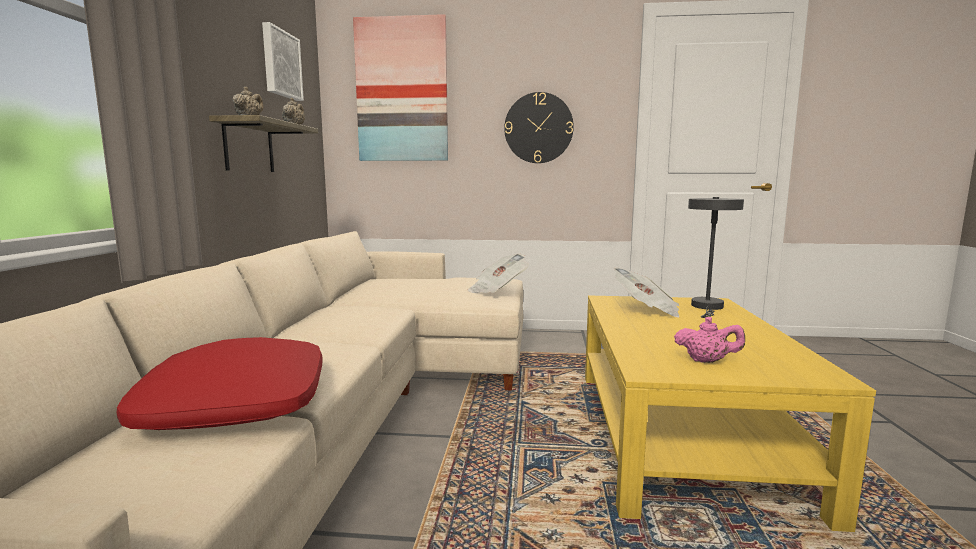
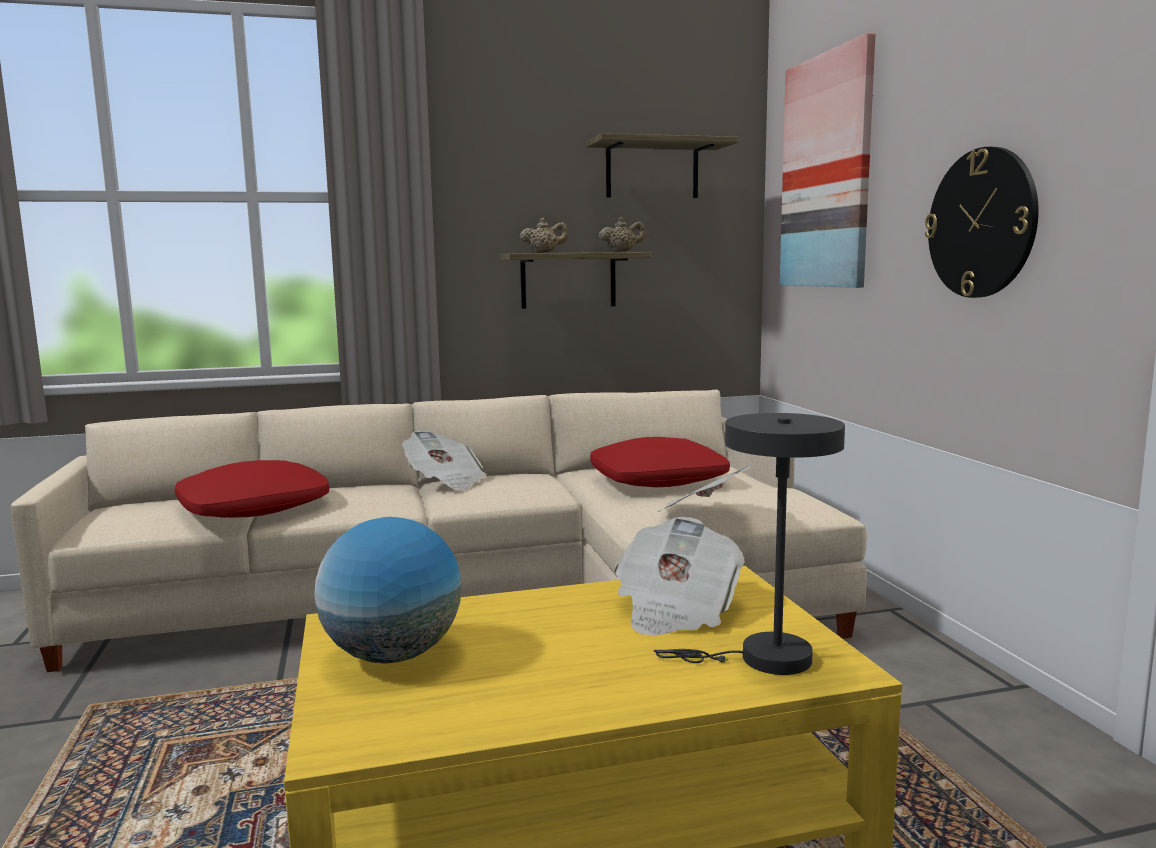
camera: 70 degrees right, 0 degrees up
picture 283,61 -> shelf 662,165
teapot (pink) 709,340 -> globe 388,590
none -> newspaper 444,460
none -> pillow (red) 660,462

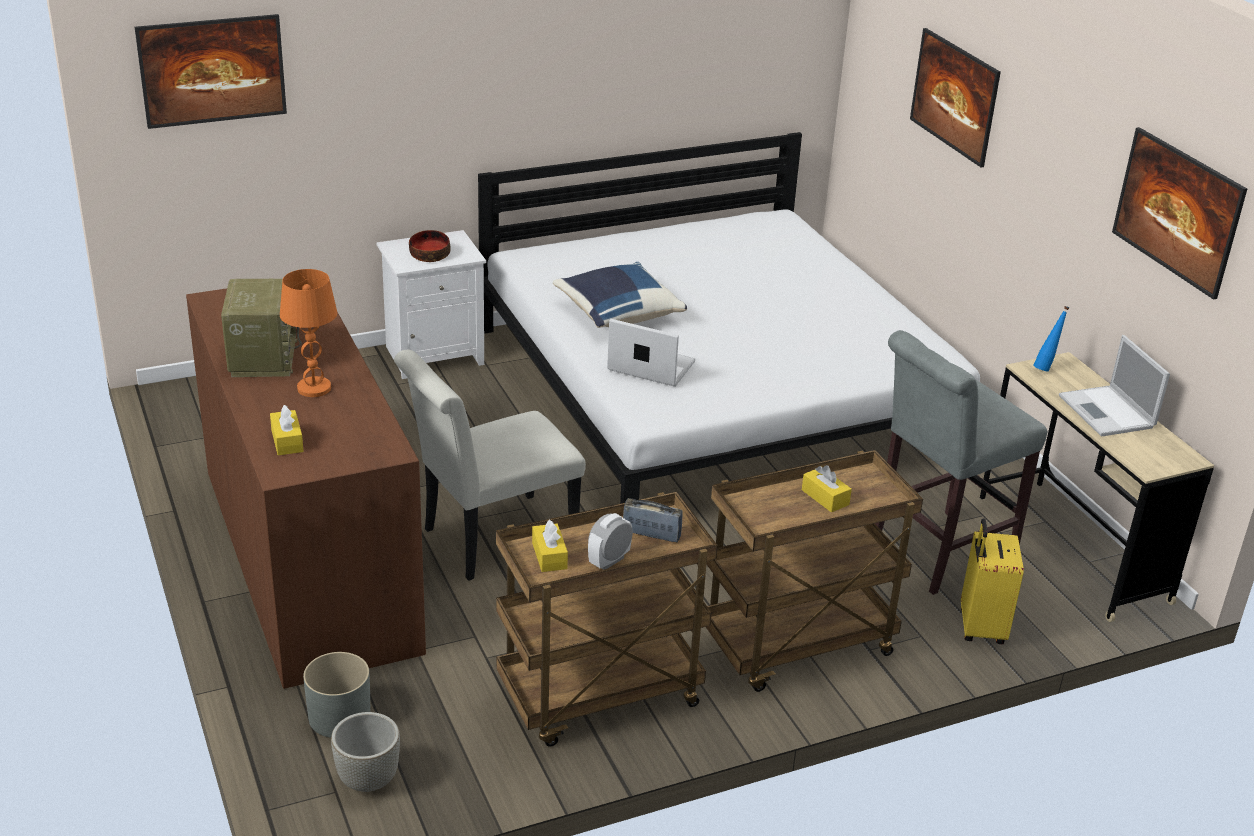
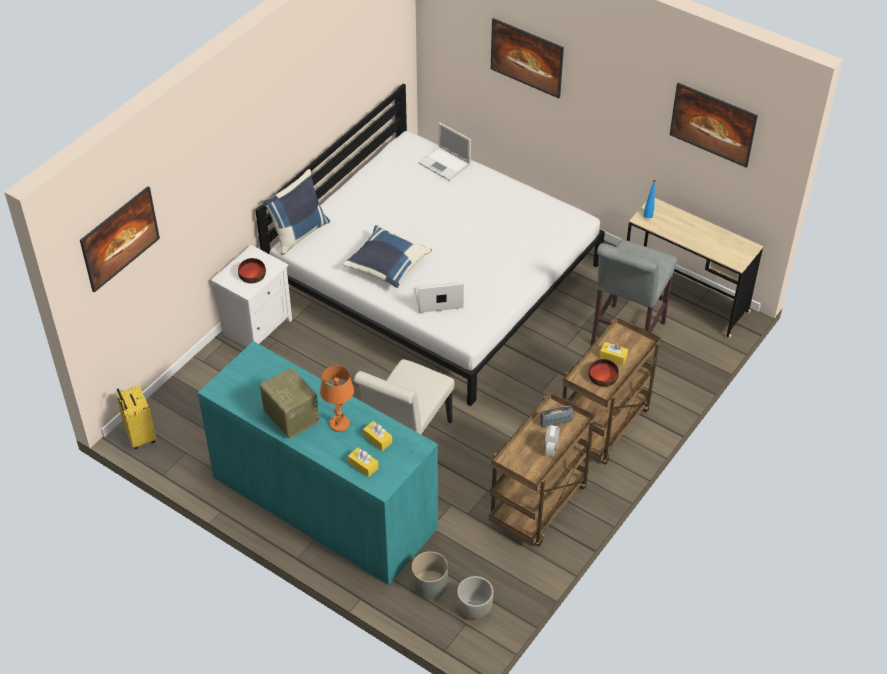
camera: 30 degrees left, 15 degrees up
dresser (brown) 306,488 -> dresser (turquoise) 318,463
laptop 1114,386 -> laptop 444,151, move
suitcase (yellow) 992,581 -> suitcase (yellow) 136,417, move
tissue box (yellow) 550,546 -> tissue box (yellow) 377,436, move
none -> pillow (blue) 296,212
none -> bowl 604,373

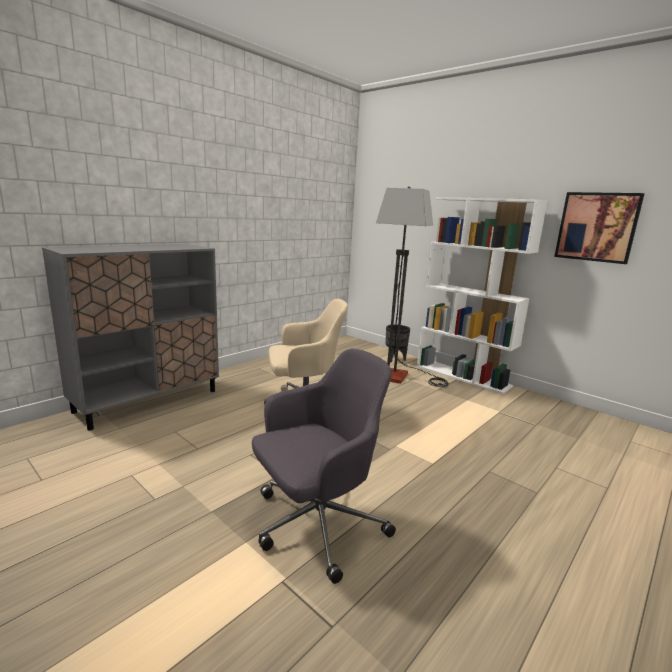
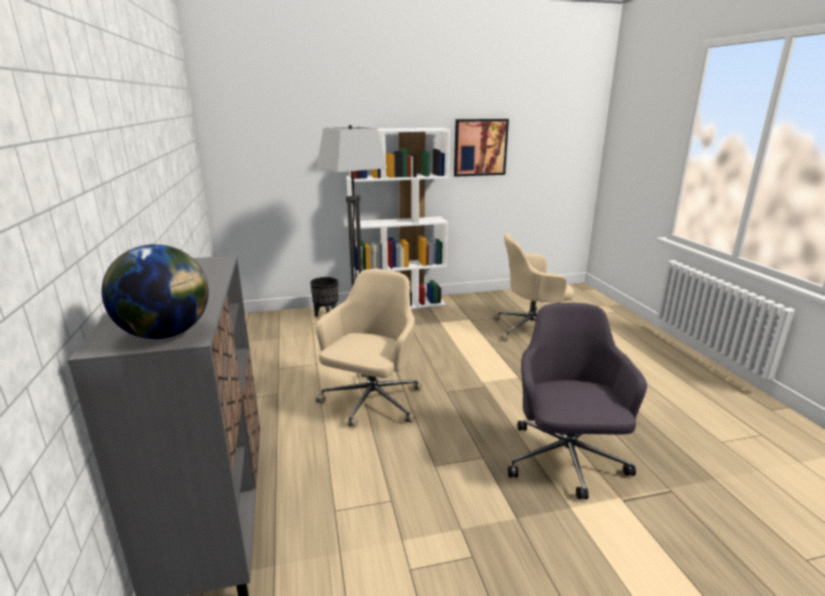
camera: 55 degrees left, 5 degrees up
none -> office chair (beige) 533,287
none -> globe 155,291

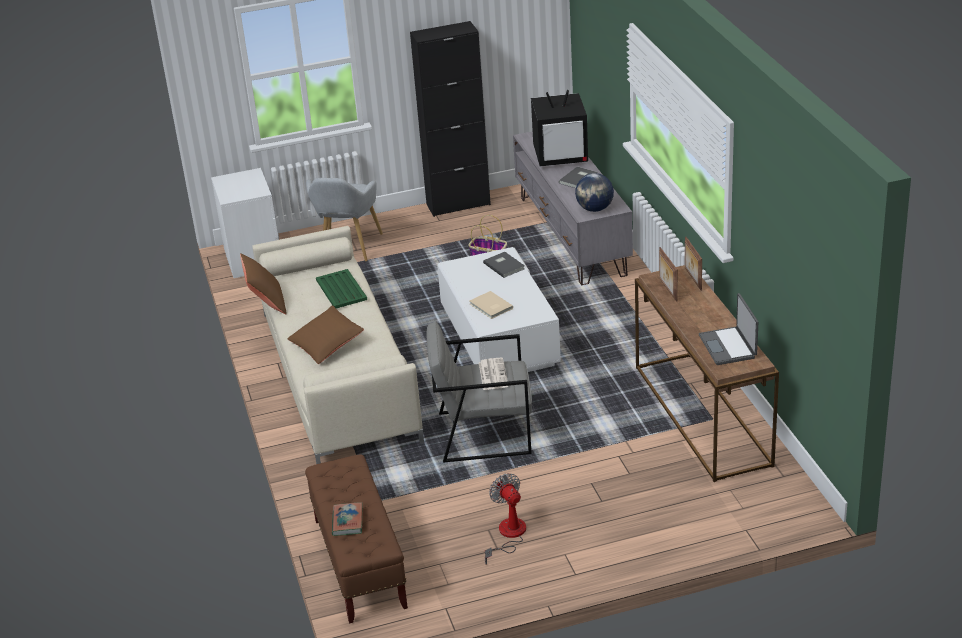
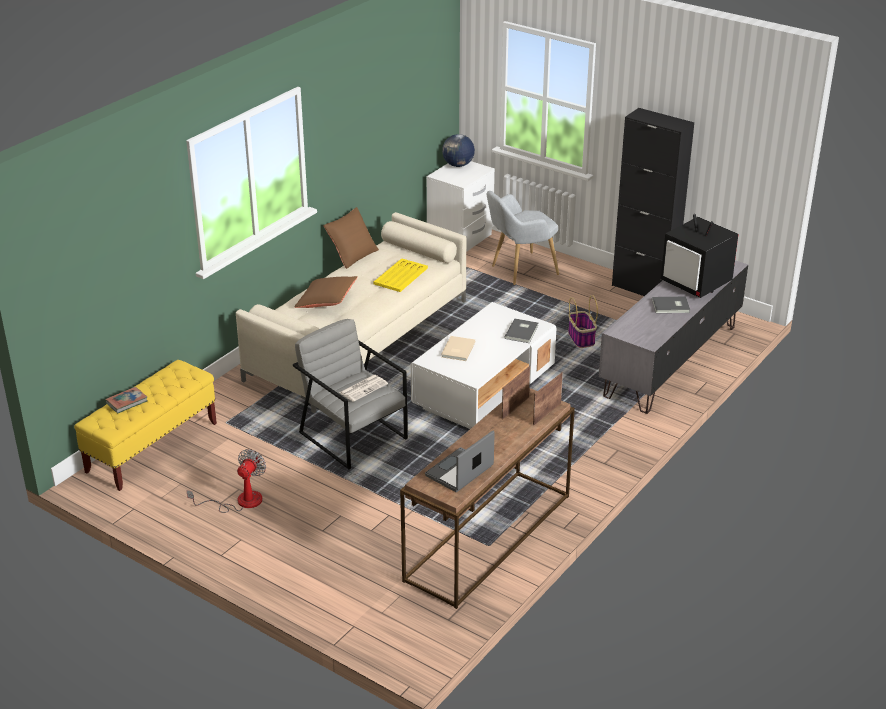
camera: 50 degrees right, 0 degrees up
globe 594,192 -> globe 458,150, move
tray (green) 341,288 -> tray (yellow) 401,275
bench (brown) 356,538 -> bench (yellow) 145,425

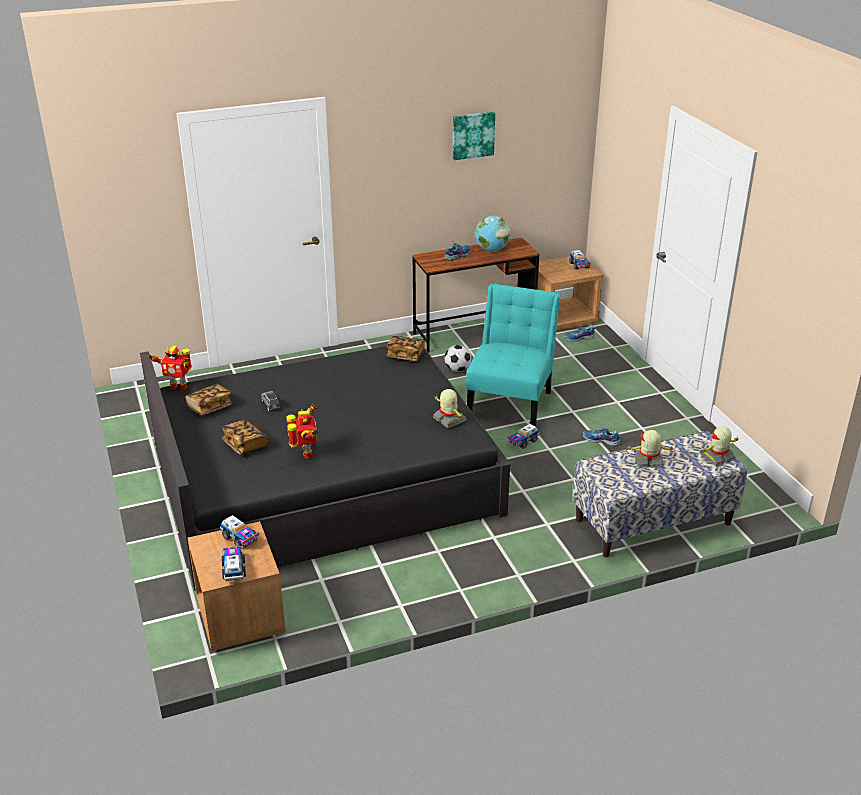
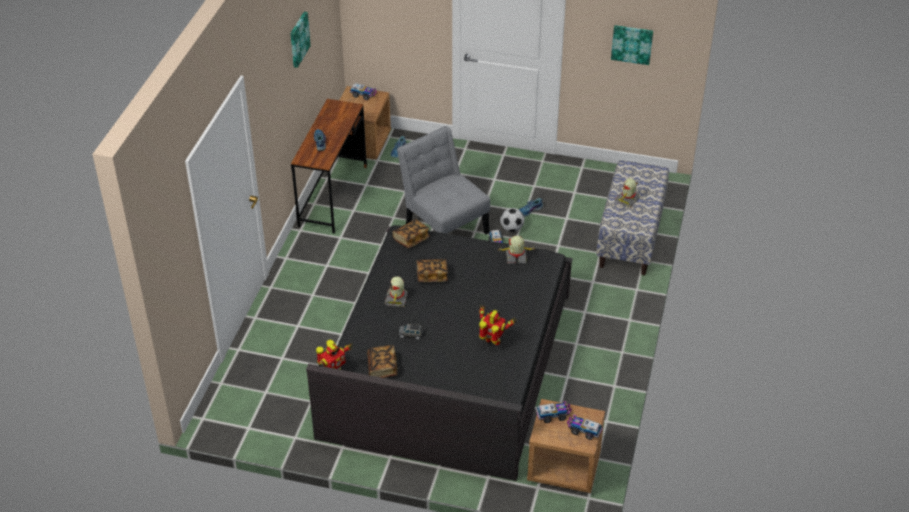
camera: 55 degrees left, 10 degrees up
globe 493,233 -> none
chair (turquoise) 513,355 -> chair (grey) 443,180
football 458,358 -> football 512,220, move
book 245,437 -> book 432,270, move
toy robot 720,446 -> toy robot 396,291, move
none -> picture 632,45

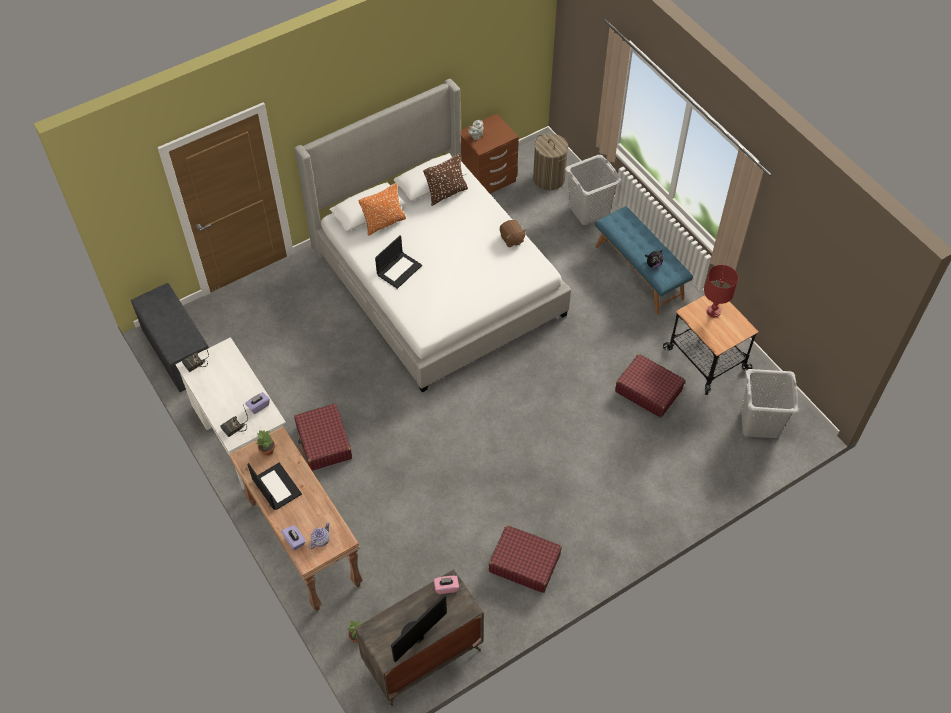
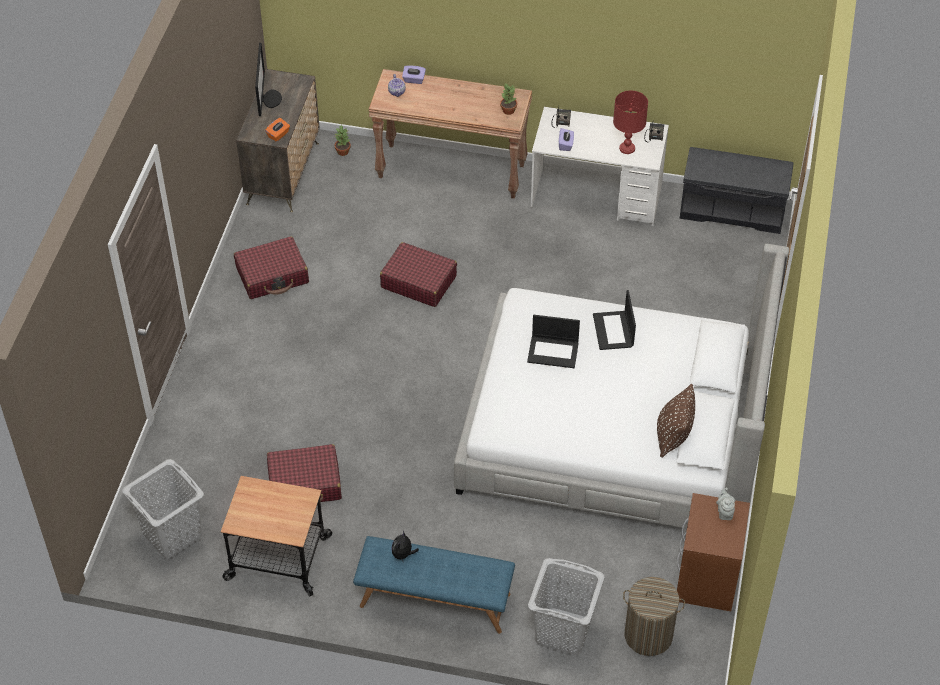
camera: 135 degrees right, 5 degrees down
pillow (orange) 382,209 -> none
plush toy (brown) 513,233 -> none
table lamp (red) 721,291 -> table lamp (red) 630,122, move
suitcase (red) 323,437 -> suitcase (red) 418,274, move
laptop 274,486 -> laptop 553,341, move
tissue box (pink) 446,585 -> tissue box (orange) 277,130

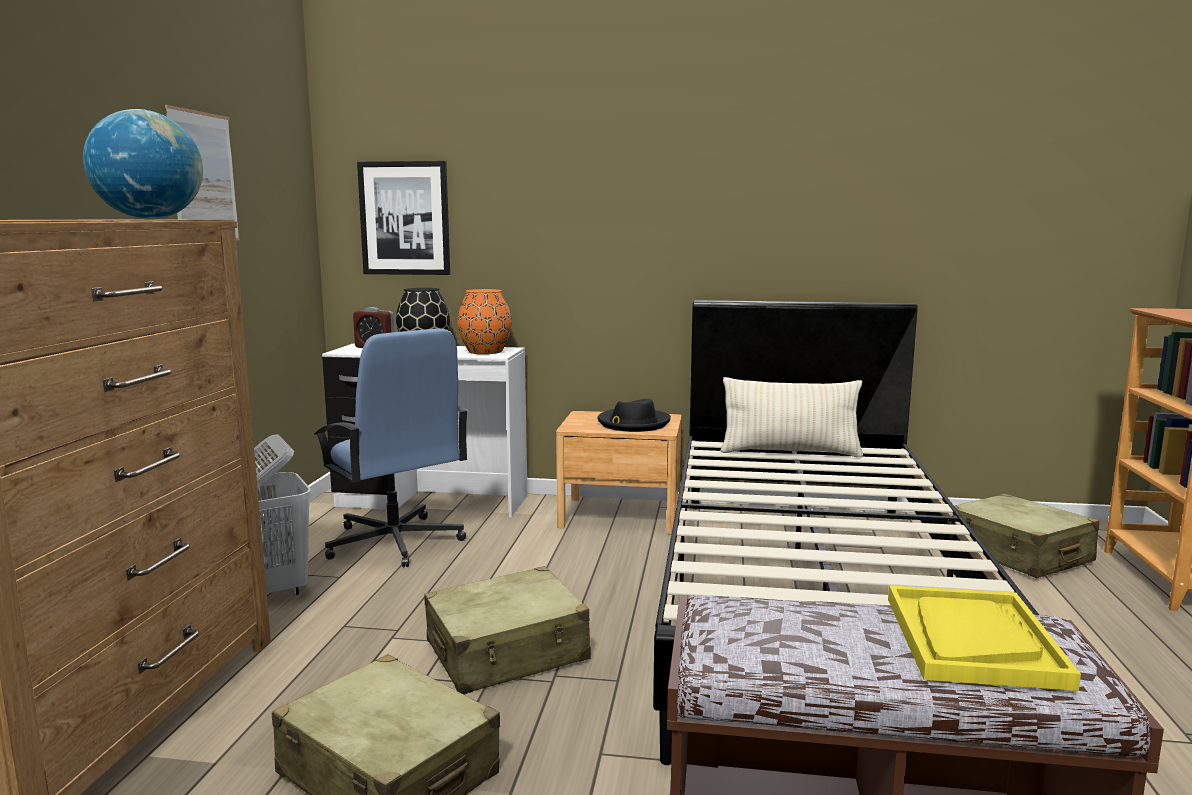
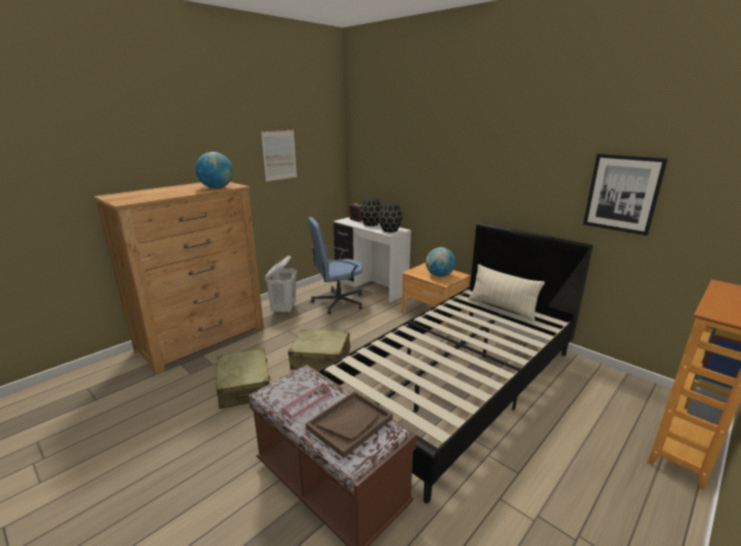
camera: 35 degrees right, 10 degrees up
picture 403,218 -> picture 625,195, move
vase (orange) 484,321 -> vase (black) 390,217
office chair (blue) 392,447 -> office chair (blue) 335,265, 75 degrees clockwise
hat (black) 634,415 -> globe 441,262
suitcase (beige) 1027,536 -> none
tray (yellow) 984,638 -> tray (brown) 349,424
none -> tray (pink) 306,402

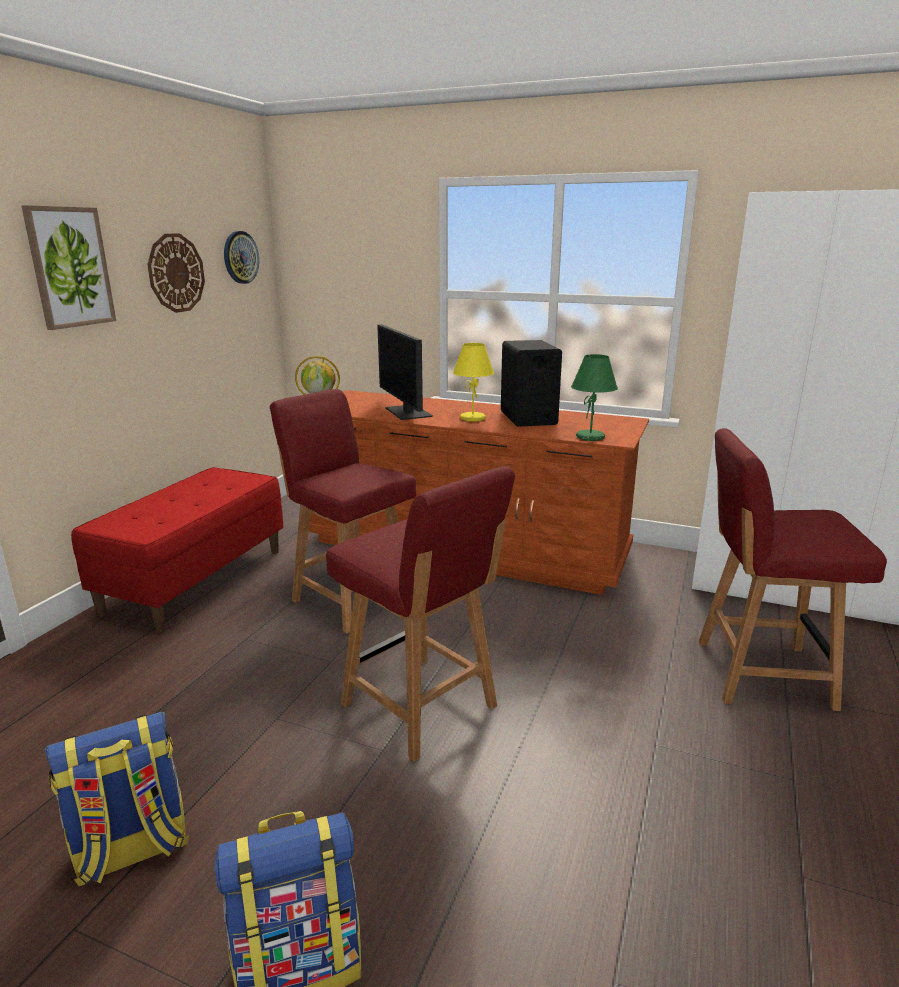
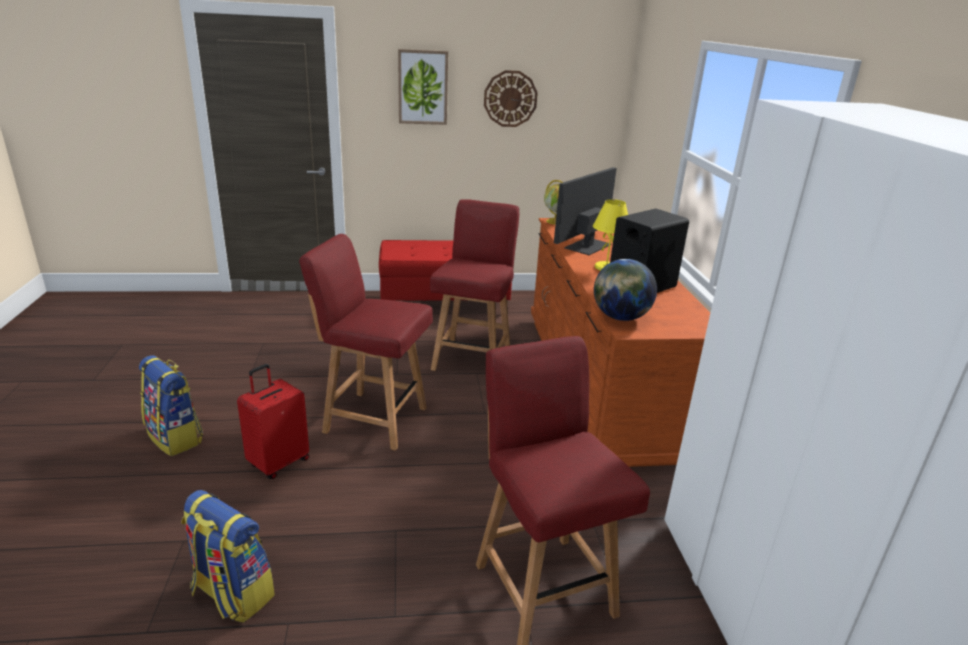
camera: 60 degrees right, 5 degrees up
wall clock 241,257 -> none
table lamp (green) 594,397 -> globe 625,290
chair (red) 420,614 -> chair (red) 366,342, 90 degrees clockwise
backpack 117,799 -> backpack 228,556, move
none -> suitcase (red) 273,421

